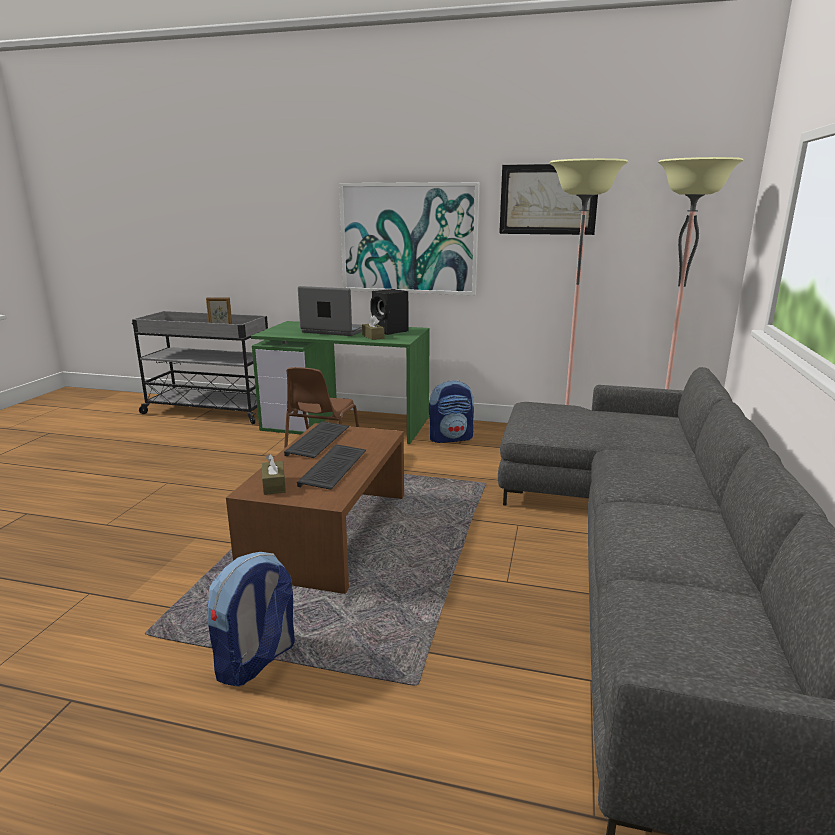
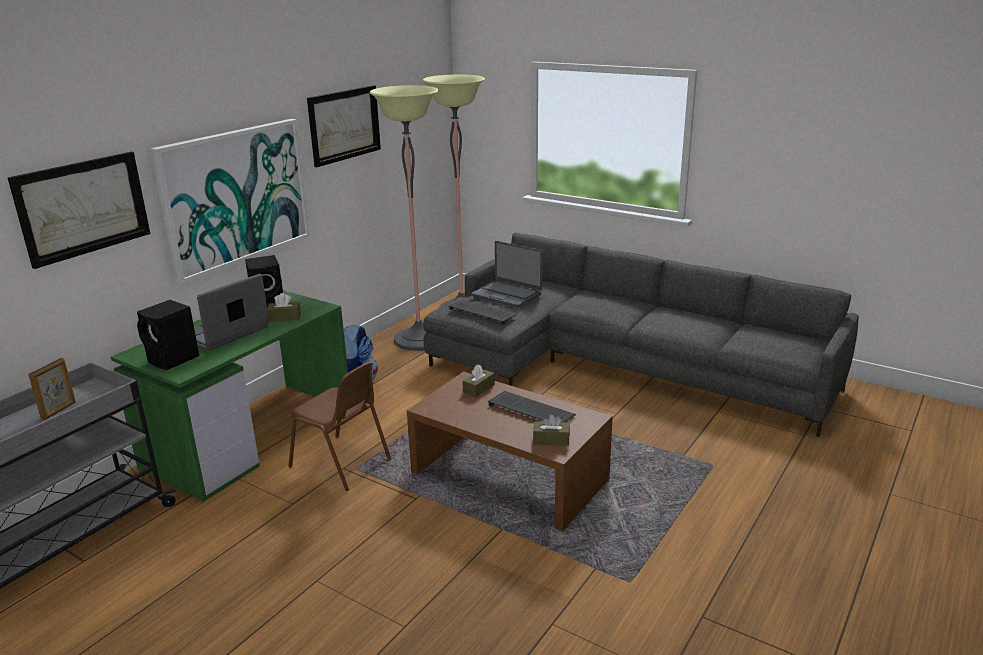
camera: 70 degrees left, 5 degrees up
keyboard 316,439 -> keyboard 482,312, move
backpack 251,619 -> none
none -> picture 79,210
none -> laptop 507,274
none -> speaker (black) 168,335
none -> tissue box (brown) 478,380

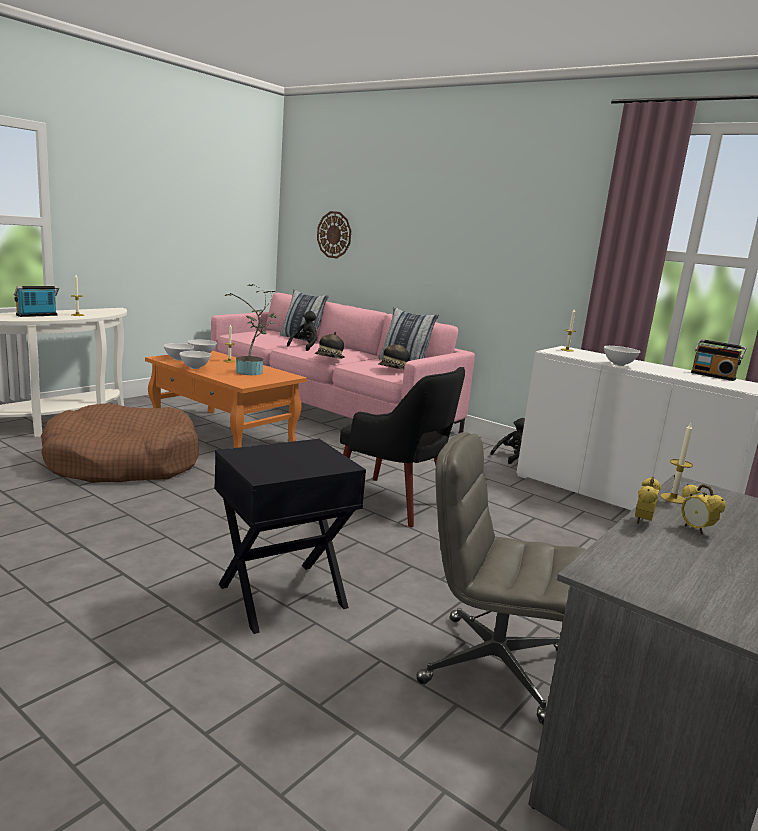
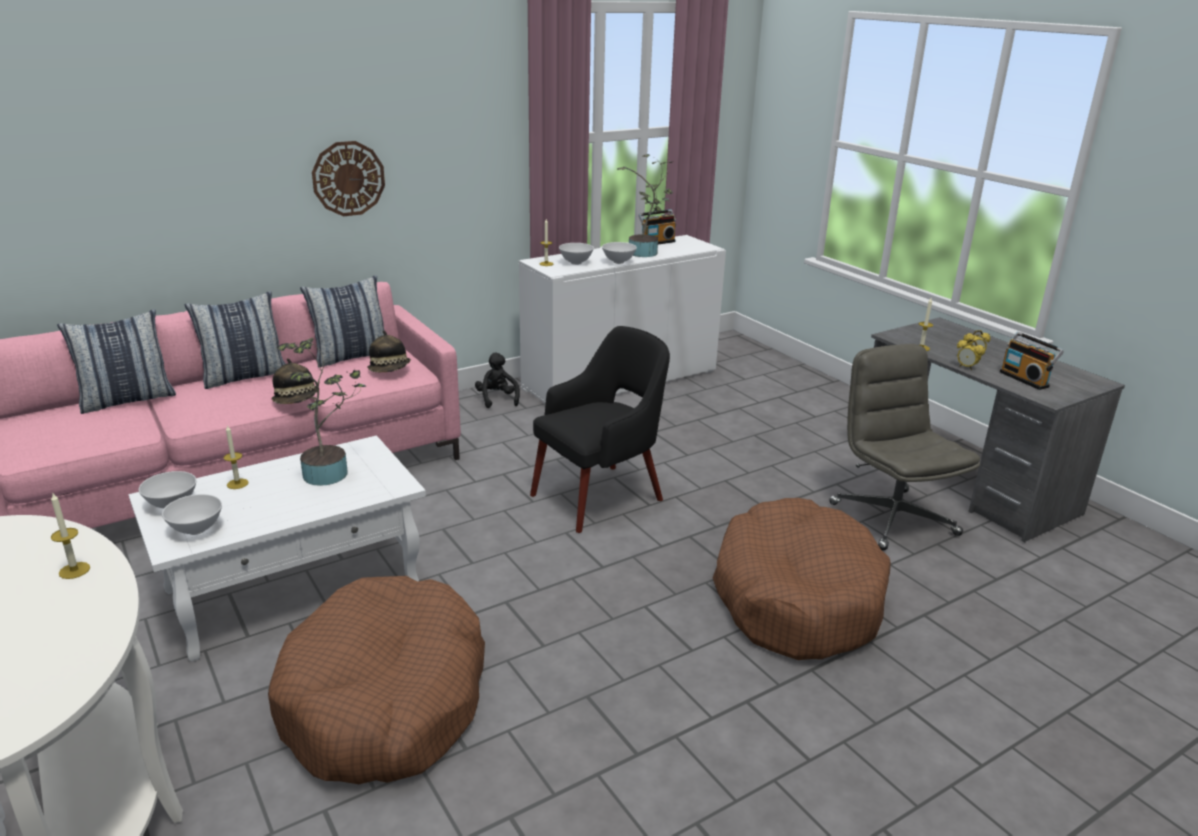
camera: 70 degrees left, 10 degrees up
wall clock 334,235 -> wall clock 348,178, move
radio 36,301 -> radio 1032,361, move
plush toy (black) 302,331 -> none
coffee table (orange) 226,399 -> coffee table (white) 277,548
bowl (white) 195,360 -> bowl (white) 576,254, move
office chair (grey) 501,578 -> office chair (grey) 904,447, 120 degrees clockwise
side table (black) 290,536 -> dog bed (brown) 802,579
none -> potted plant 645,205
none -> pillow 235,340

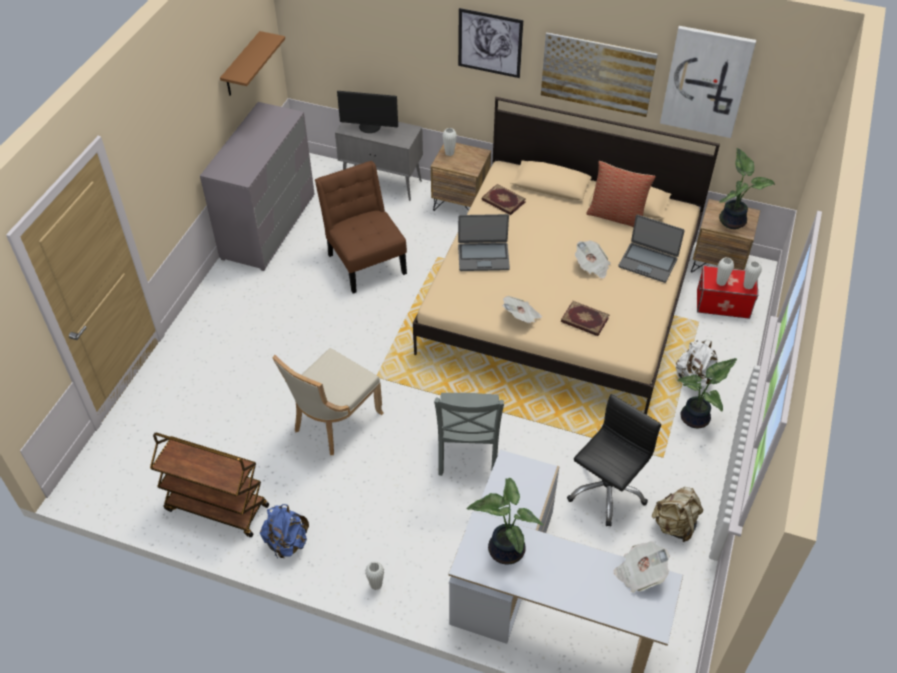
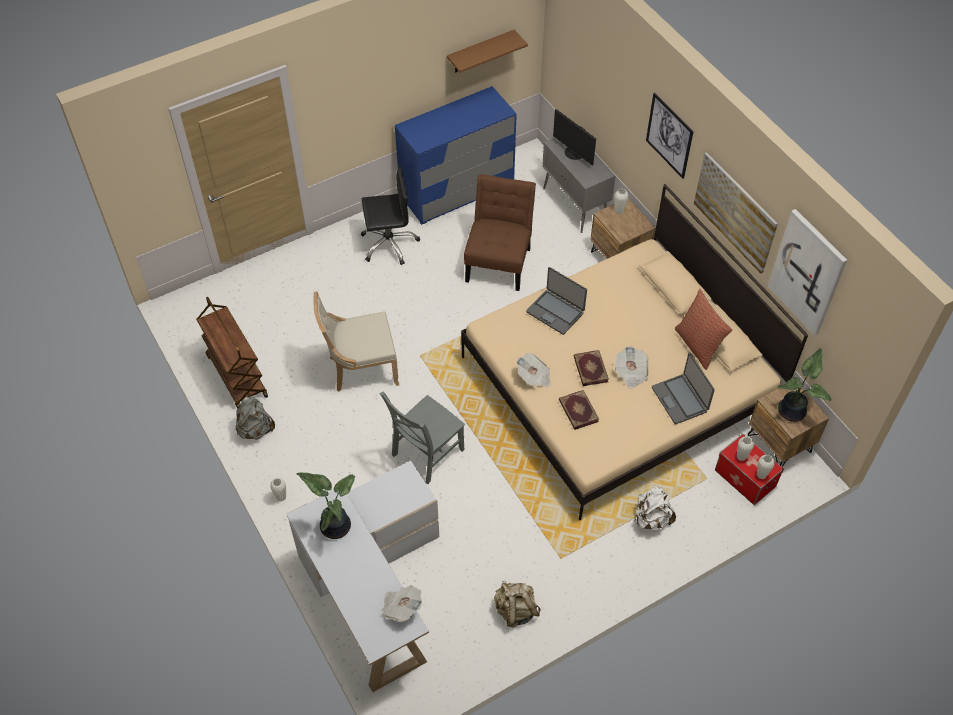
camera: 40 degrees right, 5 degrees up
dresser (grey) 257,186 -> dresser (blue) 456,155
book 504,199 -> book 591,368, move
potted plant 707,393 -> none
office chair (black) 614,460 -> office chair (black) 390,216, move
backpack (blue) 284,531 -> backpack (grey) 255,418

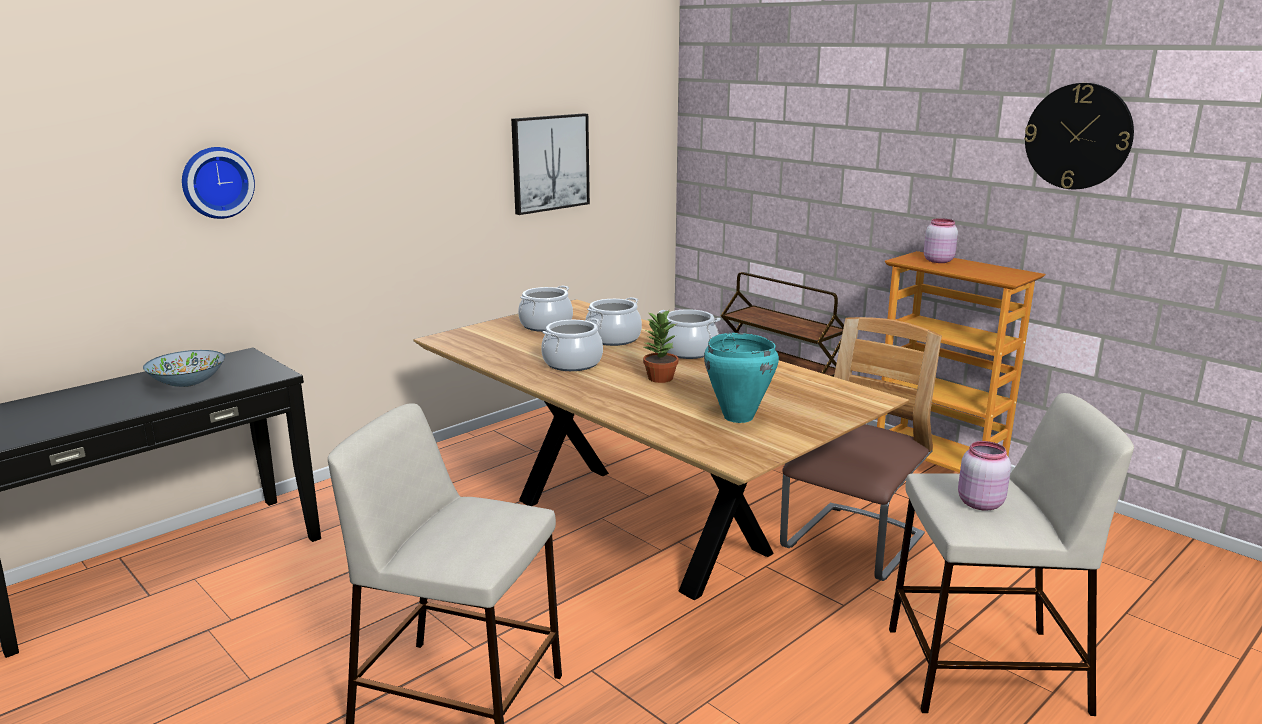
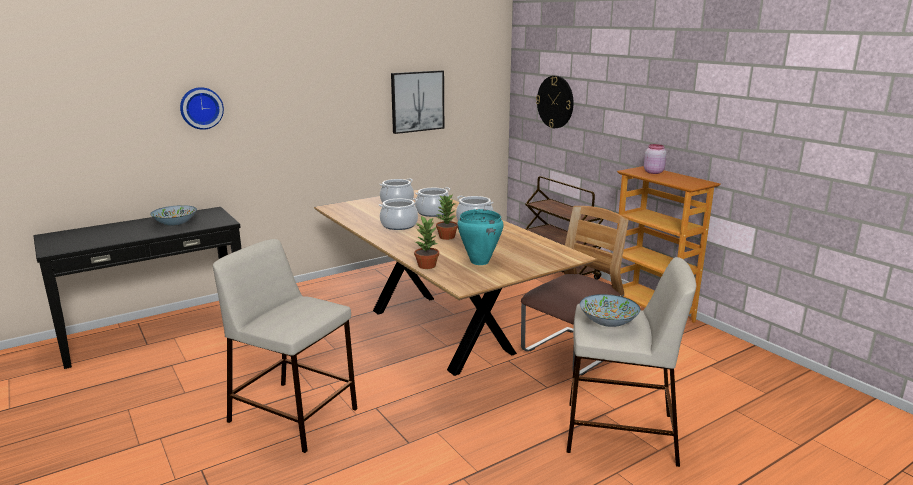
camera: 10 degrees right, 0 degrees up
wall clock 1079,136 -> wall clock 555,102, move
jar (pink) 984,476 -> bowl 610,310
none -> potted plant 426,242

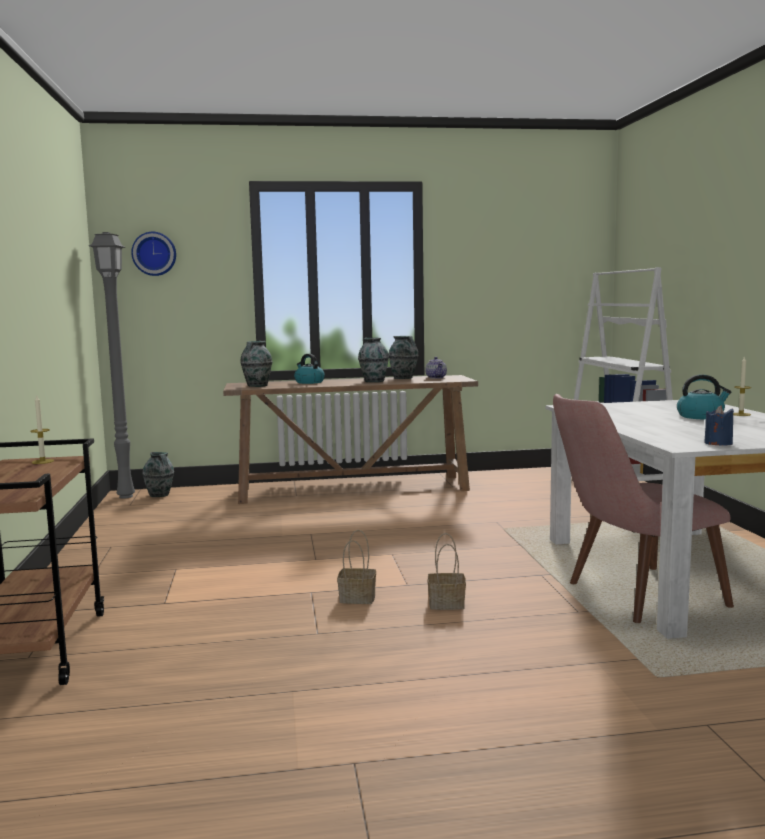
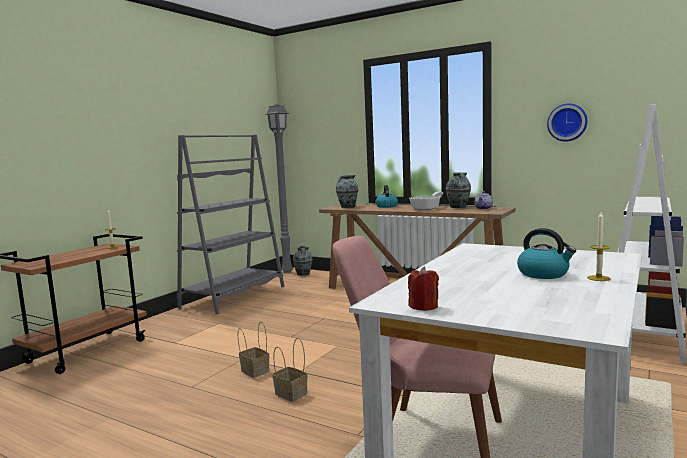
camera: 40 degrees right, 0 degrees up
wall clock 153,254 -> wall clock 567,122, move
vase 373,360 -> frying pan 426,201
candle (blue) 719,425 -> candle (red) 423,288
none -> bookcase (grey) 231,224

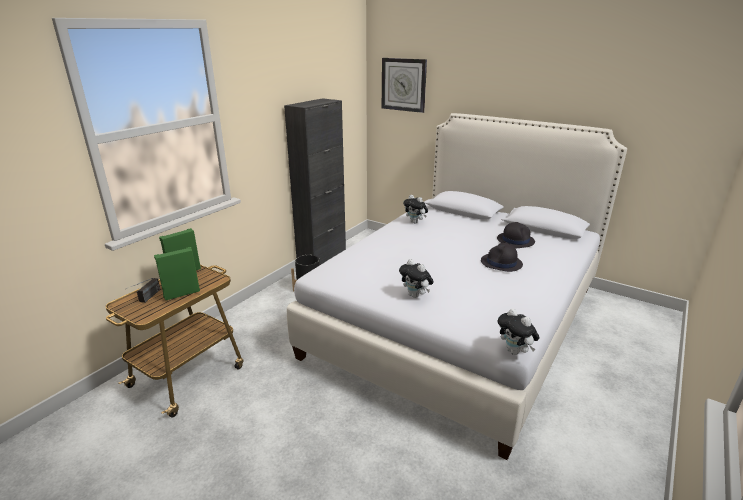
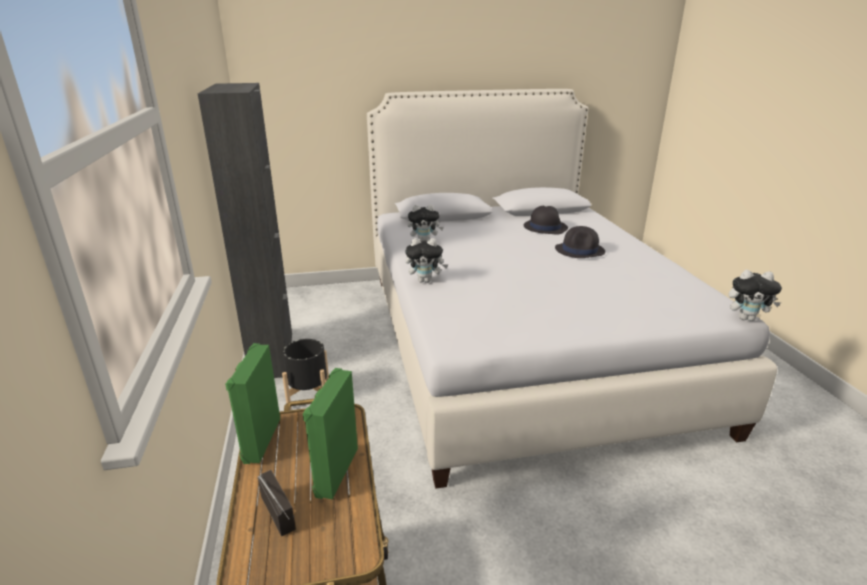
camera: 45 degrees left, 0 degrees up
wall clock 404,85 -> none
plush toy 416,278 -> plush toy 427,260, move

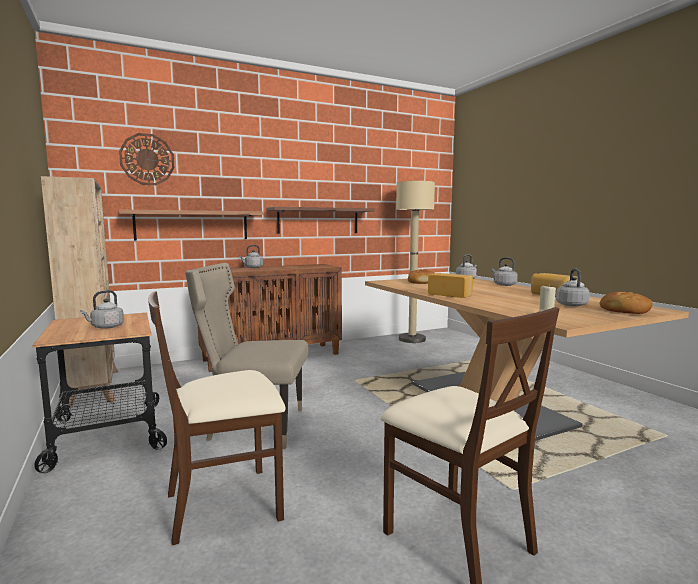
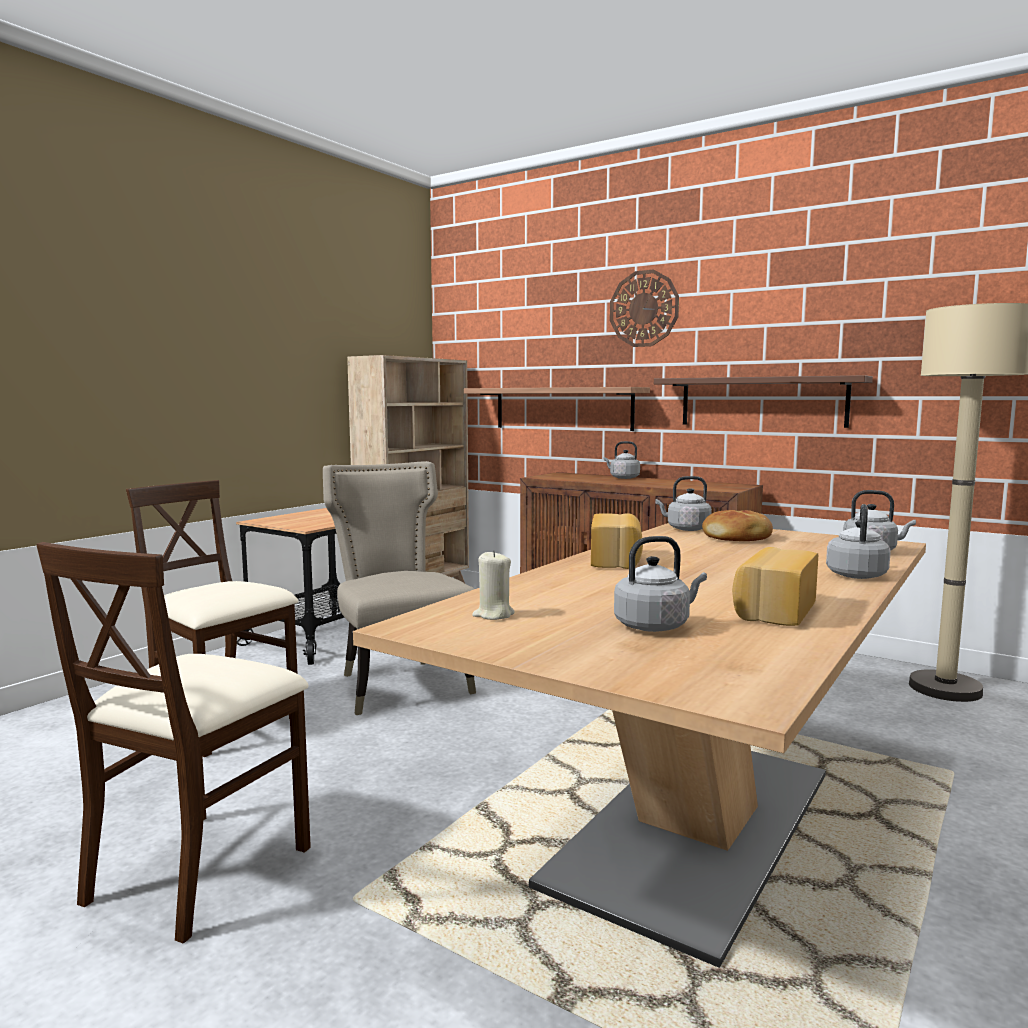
camera: 60 degrees right, 0 degrees up
wall clock 146,159 -> wall clock 644,308, move
kettle (grey) 102,309 -> kettle (grey) 683,503, move
bread 626,303 -> none

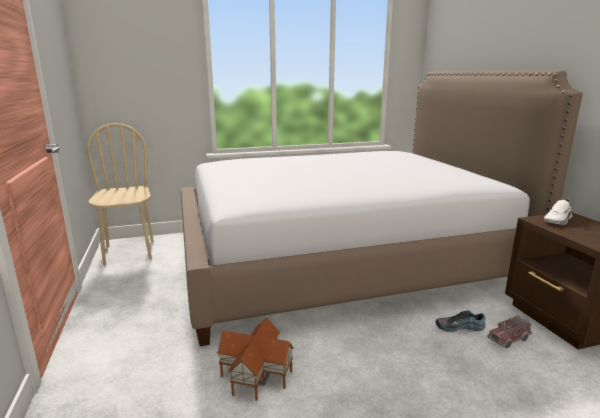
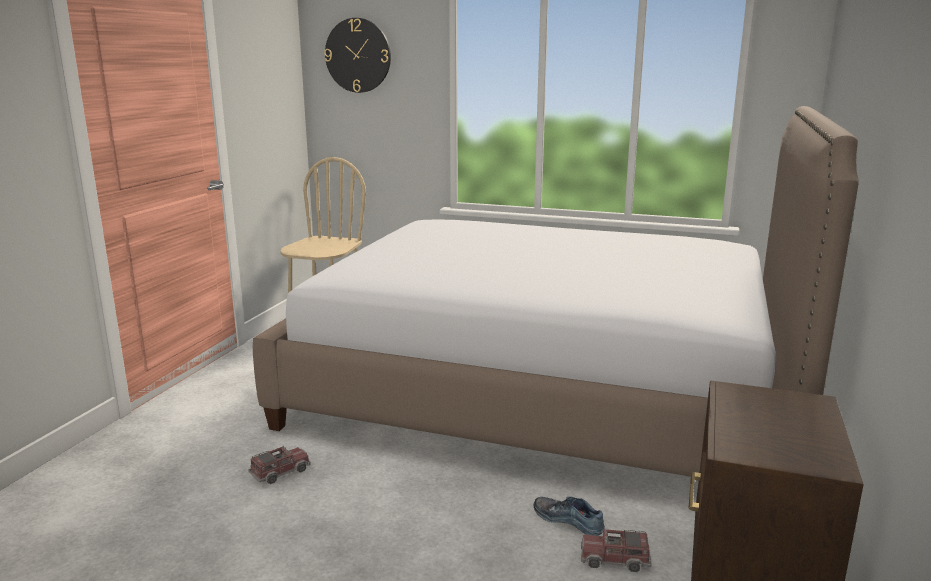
camera: 35 degrees right, 0 degrees up
shoe (white) 558,212 -> none
toy house 255,359 -> toy truck 279,465
none -> wall clock 357,55

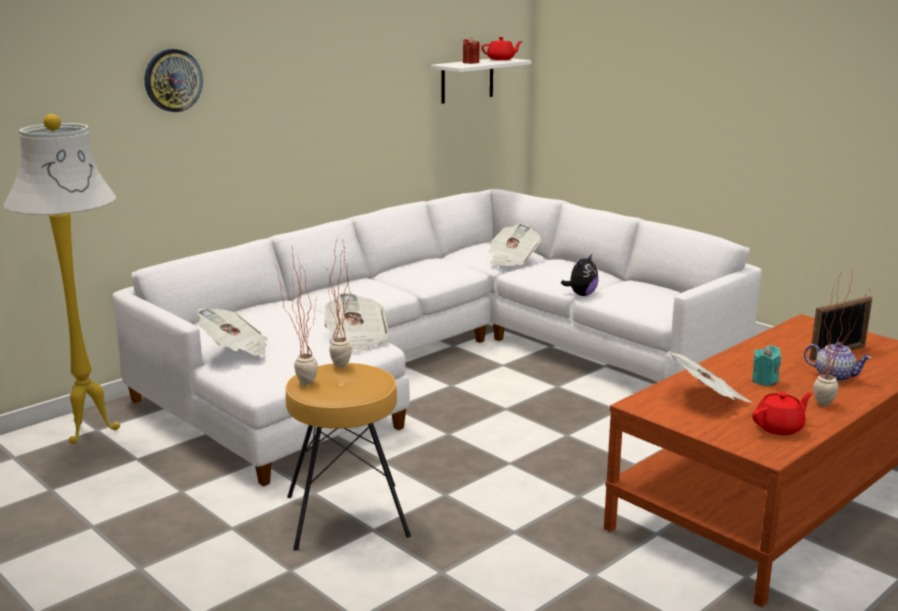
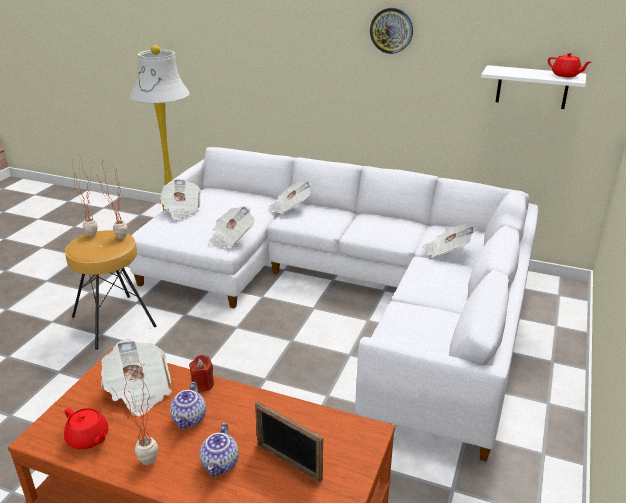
camera: 65 degrees right, 10 degrees up
candle (red) 471,51 -> candle (red) 201,373, move
wall clock 174,80 -> wall clock 391,31, move
plush toy 579,275 -> none
candle (turquoise) 766,365 -> teapot 188,405
none -> newspaper 290,197

